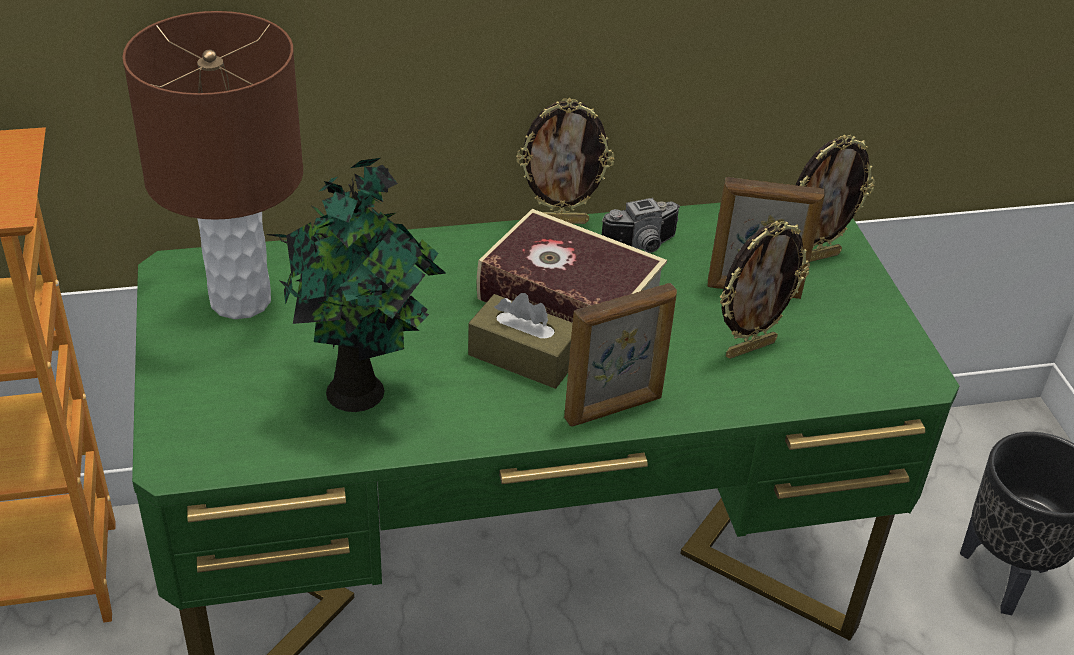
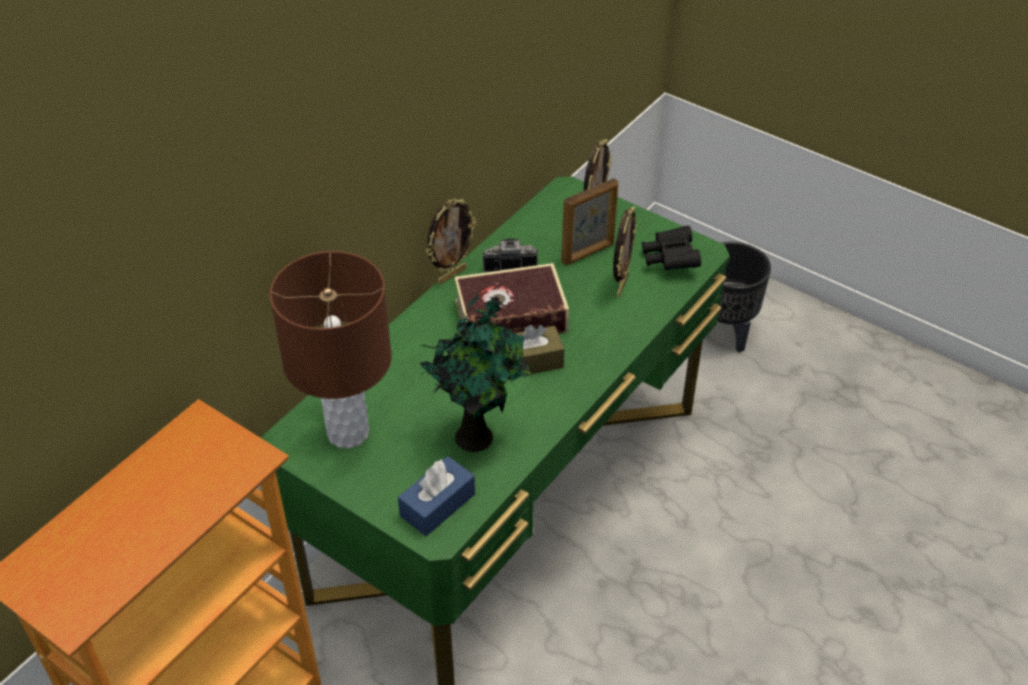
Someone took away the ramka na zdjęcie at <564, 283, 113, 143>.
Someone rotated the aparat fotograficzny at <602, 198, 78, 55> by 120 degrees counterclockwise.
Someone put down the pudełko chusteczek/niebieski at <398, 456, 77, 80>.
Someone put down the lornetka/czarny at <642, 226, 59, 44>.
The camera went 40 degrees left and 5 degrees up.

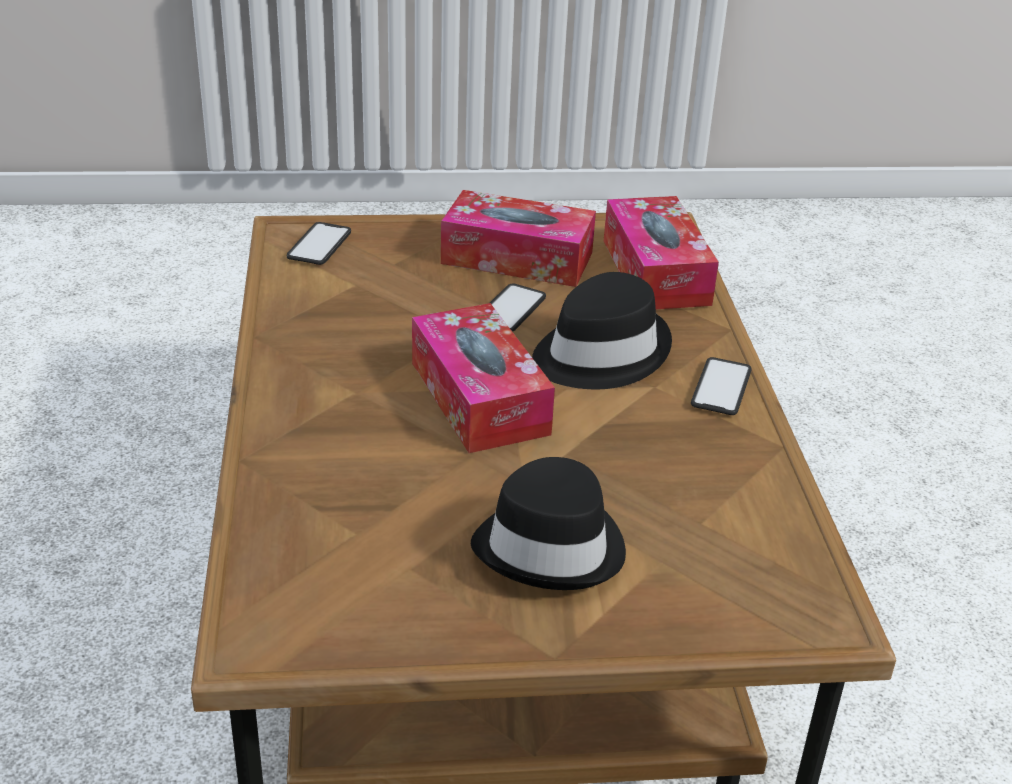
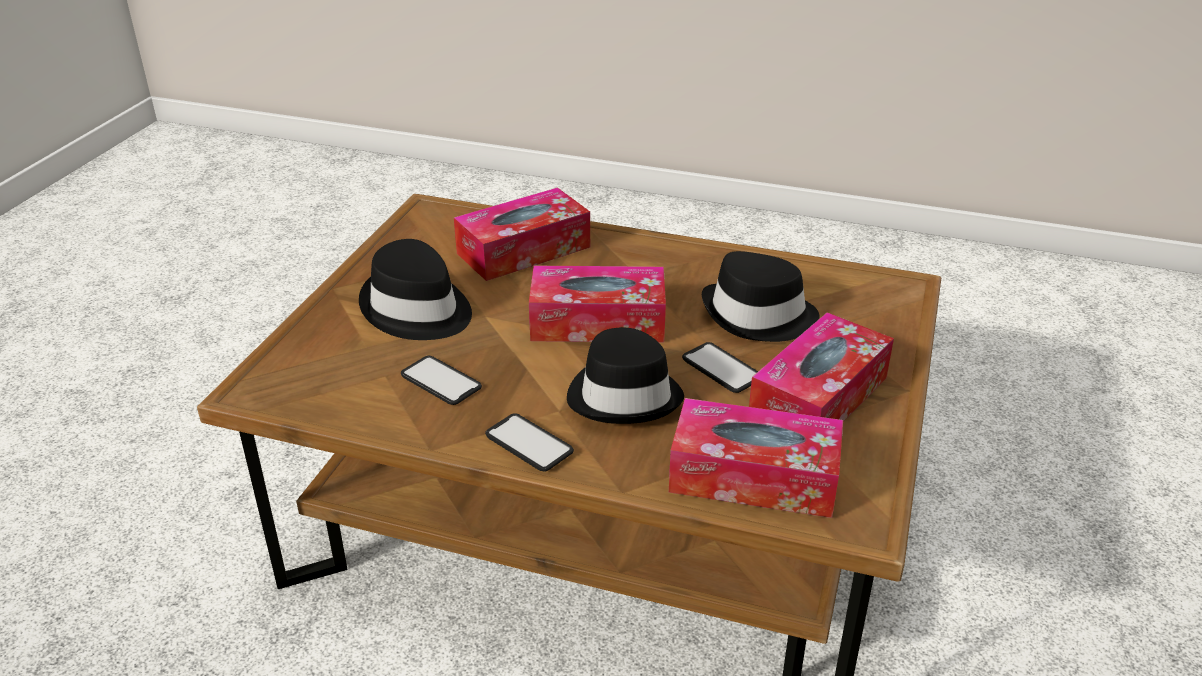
Someone carried the telefon from <287, 222, 64, 43> to <401, 356, 81, 49>.
Someone put down the pudełko chusteczek at <454, 188, 136, 93>.
Someone put down the kapelusz/czarny at <702, 251, 117, 91>.
The camera went 115 degrees right and 0 degrees up.

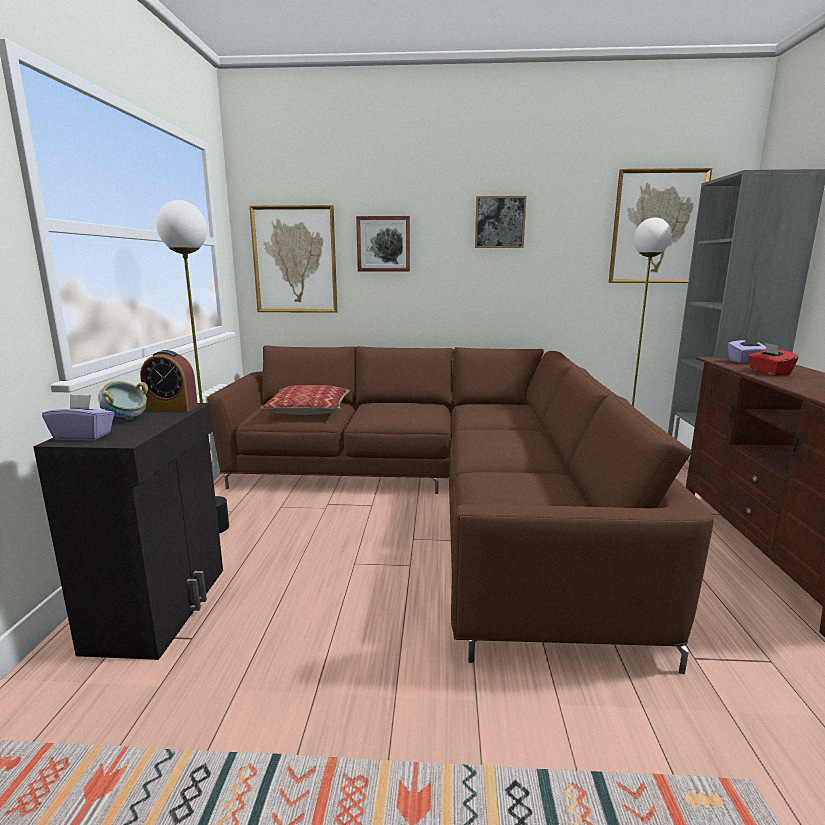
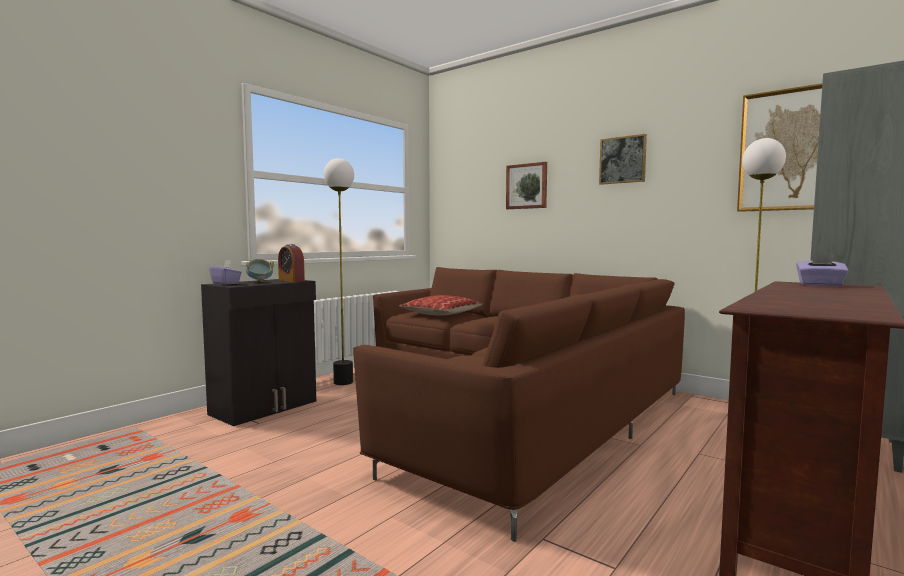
Someone took away the obraz at <249, 205, 88, 108>.
Someone took away the pudełko chusteczek/czerwony at <748, 343, 51, 33>.
The camera went 35 degrees right and 10 degrees down.

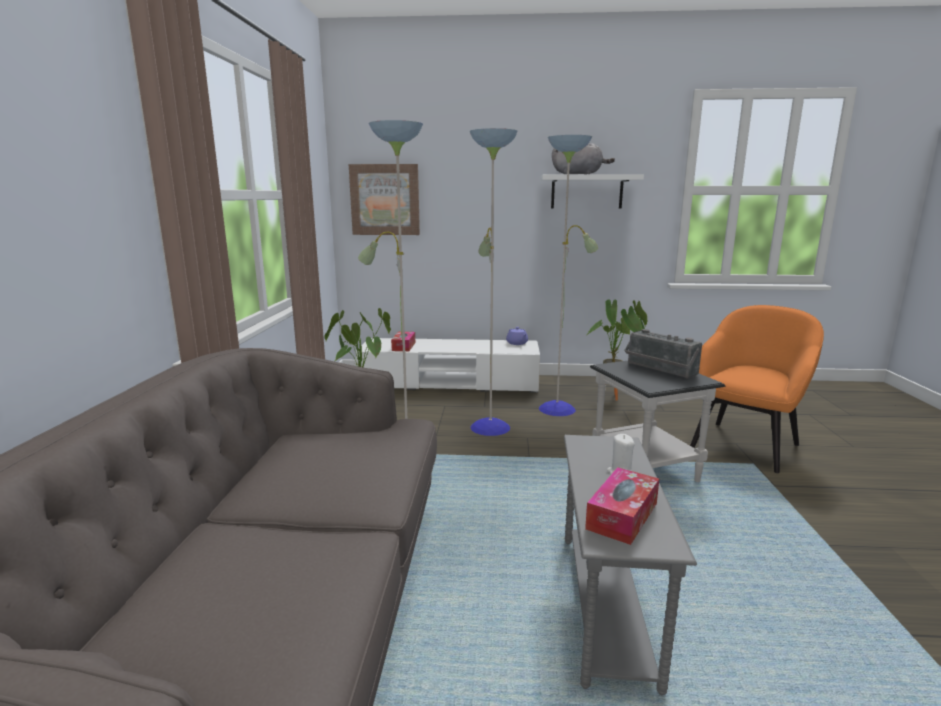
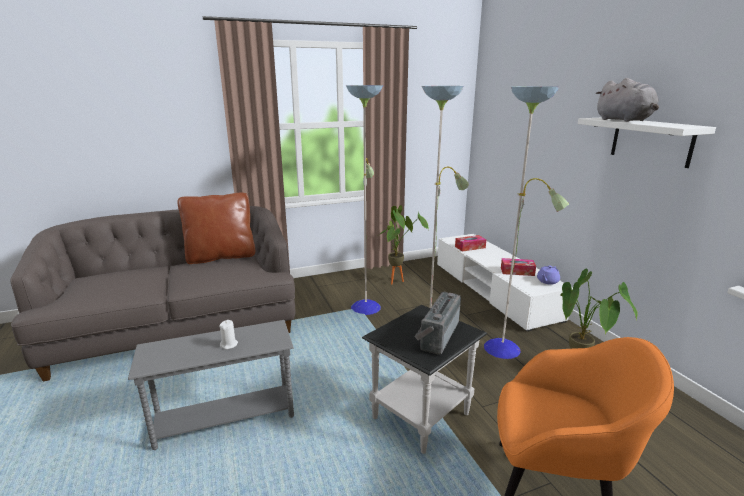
Someone took away the obraz at <349, 164, 71, 71>.
Someone carried the pudełko chusteczek from <585, 467, 74, 78> to <501, 258, 35, 18>.
Someone put down the poduszka/brązowy at <177, 193, 78, 71>.
The camera went 65 degrees right and 5 degrees up.

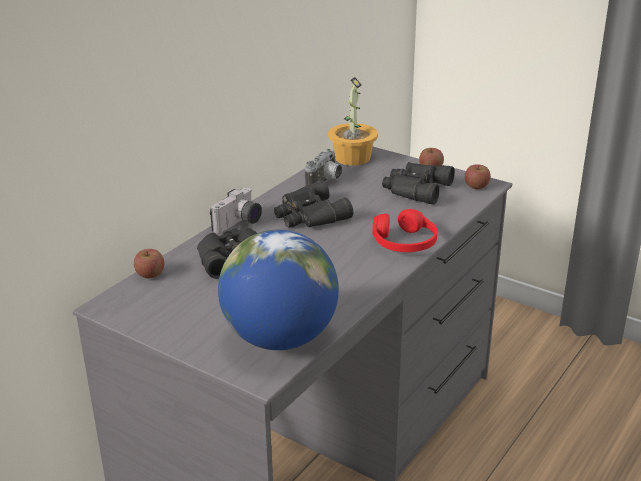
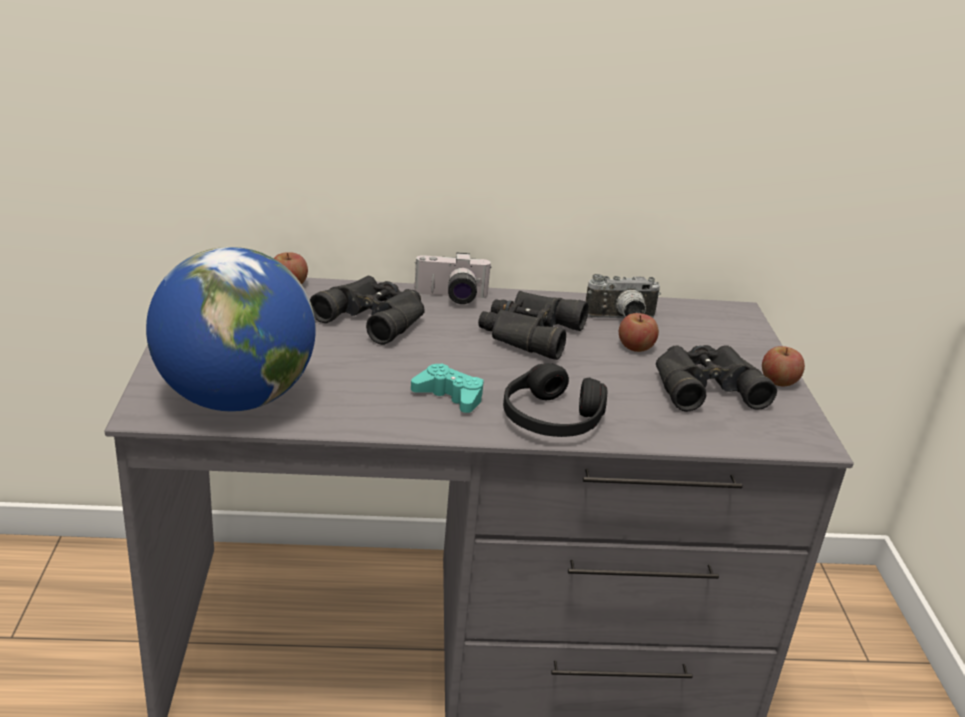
Someone took away the roślina doniczkowa at <328, 77, 50, 89>.
Someone repainted the słuchawki/czerwony at <372, 209, 66, 43>, which became the słuchawki/czarny at <503, 363, 104, 74>.
Someone carried the jabłko from <465, 164, 26, 25> to <619, 313, 40, 39>.
Someone put down the pad do gier/turkusowy at <411, 363, 73, 50>.
The camera went 50 degrees right and 0 degrees up.

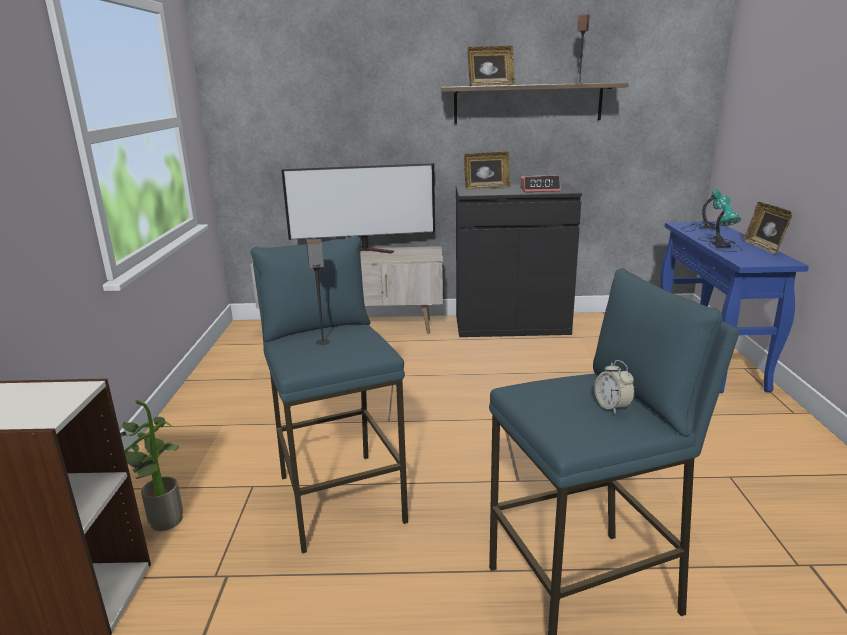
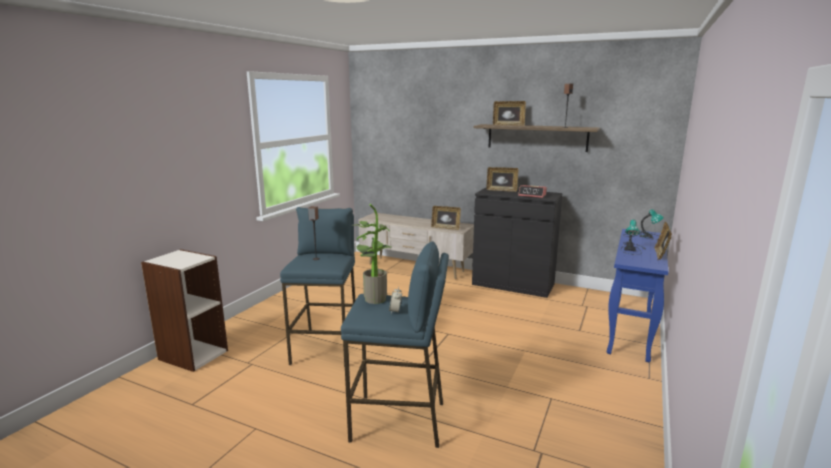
Someone carried the roślina doniczkowa from <120, 400, 63, 131> to <353, 204, 39, 100>.
Someone took away the telewizor at <281, 163, 154, 91>.
Someone put down the ramka na zdjęcie at <431, 206, 30, 24>.
The camera went 25 degrees right and 5 degrees down.

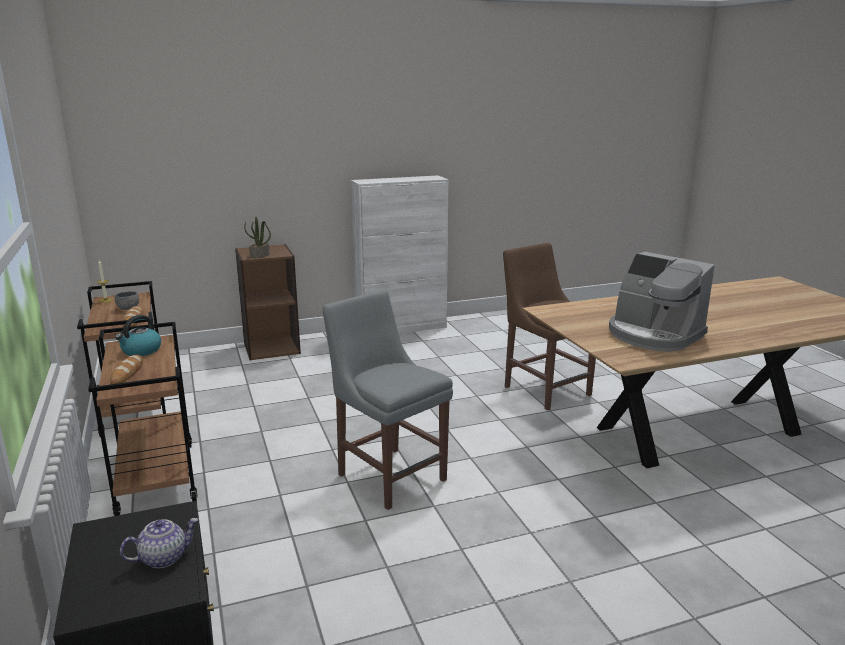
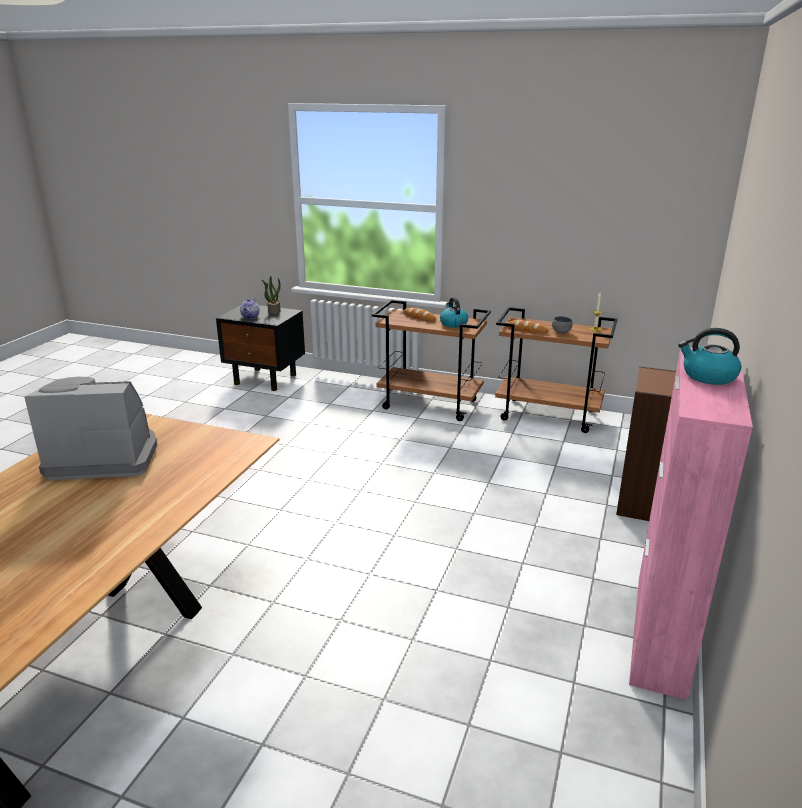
Someone carried the roślina doniczkowa from <244, 217, 27, 41> to <262, 276, 19, 38>.
Someone took away the krzesło/szary at <323, 290, 130, 220>.
Someone repainted the szafka/biały at <351, 175, 98, 159>, which became the szafka/różowy at <629, 347, 124, 353>.
Someone took away the krzesło/brązowy at <503, 243, 93, 168>.
Someone put down the czajnik at <678, 328, 64, 57>.
The camera went 130 degrees right and 5 degrees up.

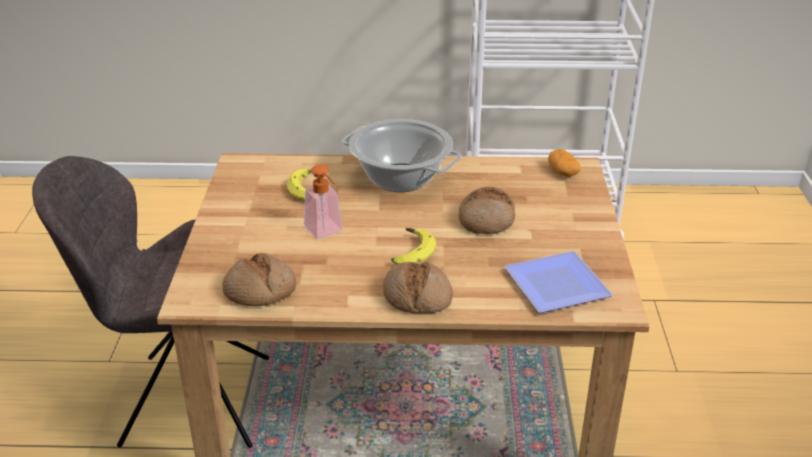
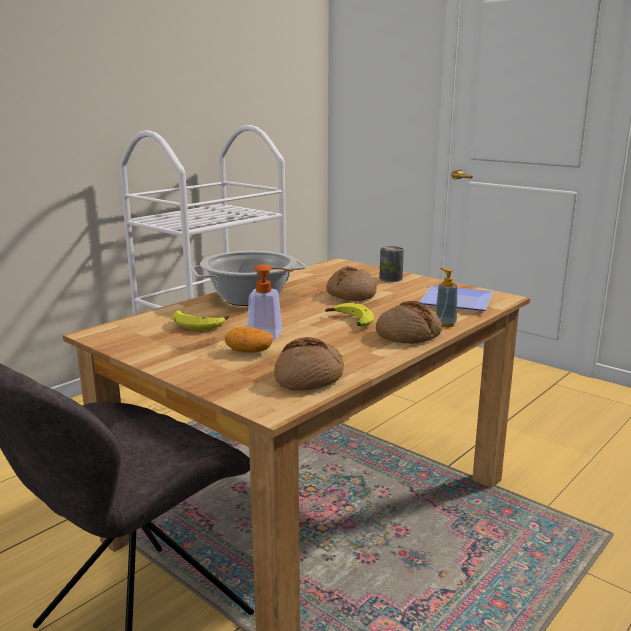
Someone carried the ziemniak from <548, 149, 32, 28> to <225, 327, 48, 25>.
Someone put down the puszka at <379, 246, 25, 36>.
Someone put down the dozownik mydła at <435, 268, 22, 59>.
The camera went 50 degrees left and 15 degrees down.

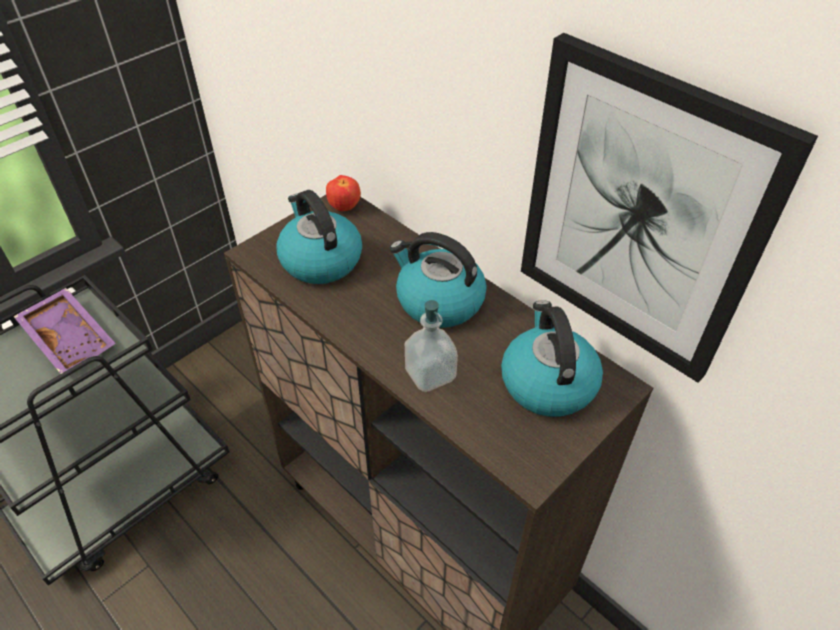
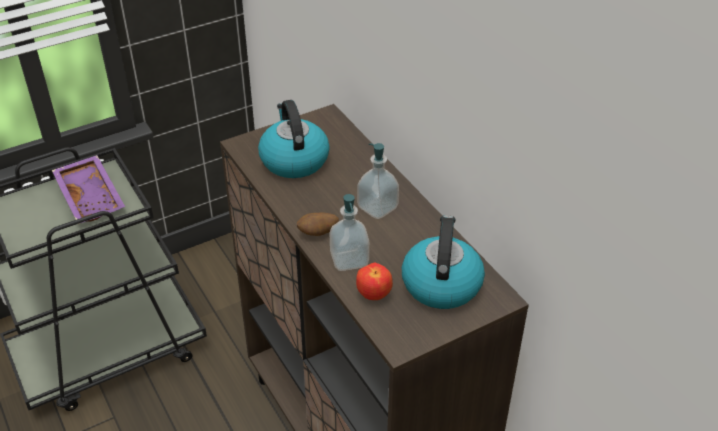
Someone carried the jabłko from <326, 175, 35, 36> to <356, 262, 37, 38>.
Someone swapped the czajnik at <390, 232, 97, 96> for the dozownik mydła at <357, 143, 42, 76>.
Someone took away the obraz at <521, 33, 297, 350>.
Someone put down the ziemniak at <297, 213, 42, 23>.
The camera went 15 degrees right and 5 degrees down.

